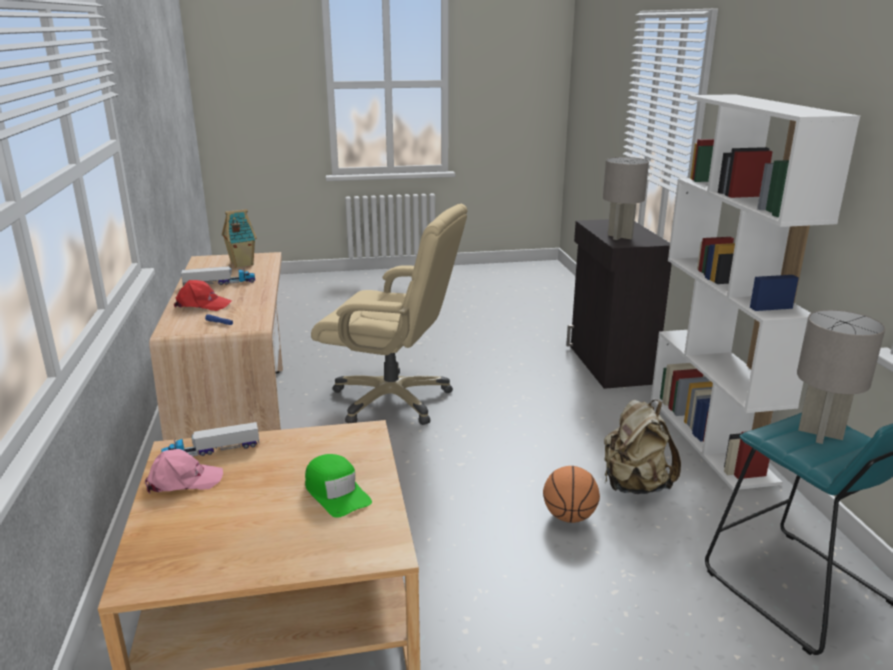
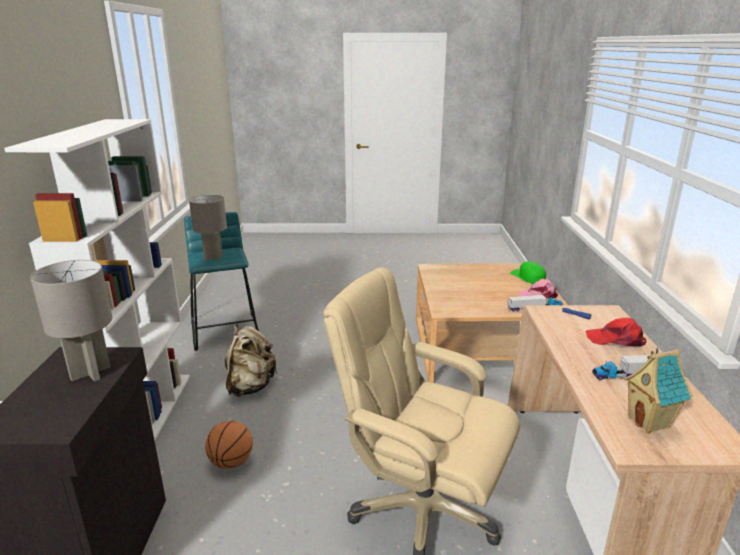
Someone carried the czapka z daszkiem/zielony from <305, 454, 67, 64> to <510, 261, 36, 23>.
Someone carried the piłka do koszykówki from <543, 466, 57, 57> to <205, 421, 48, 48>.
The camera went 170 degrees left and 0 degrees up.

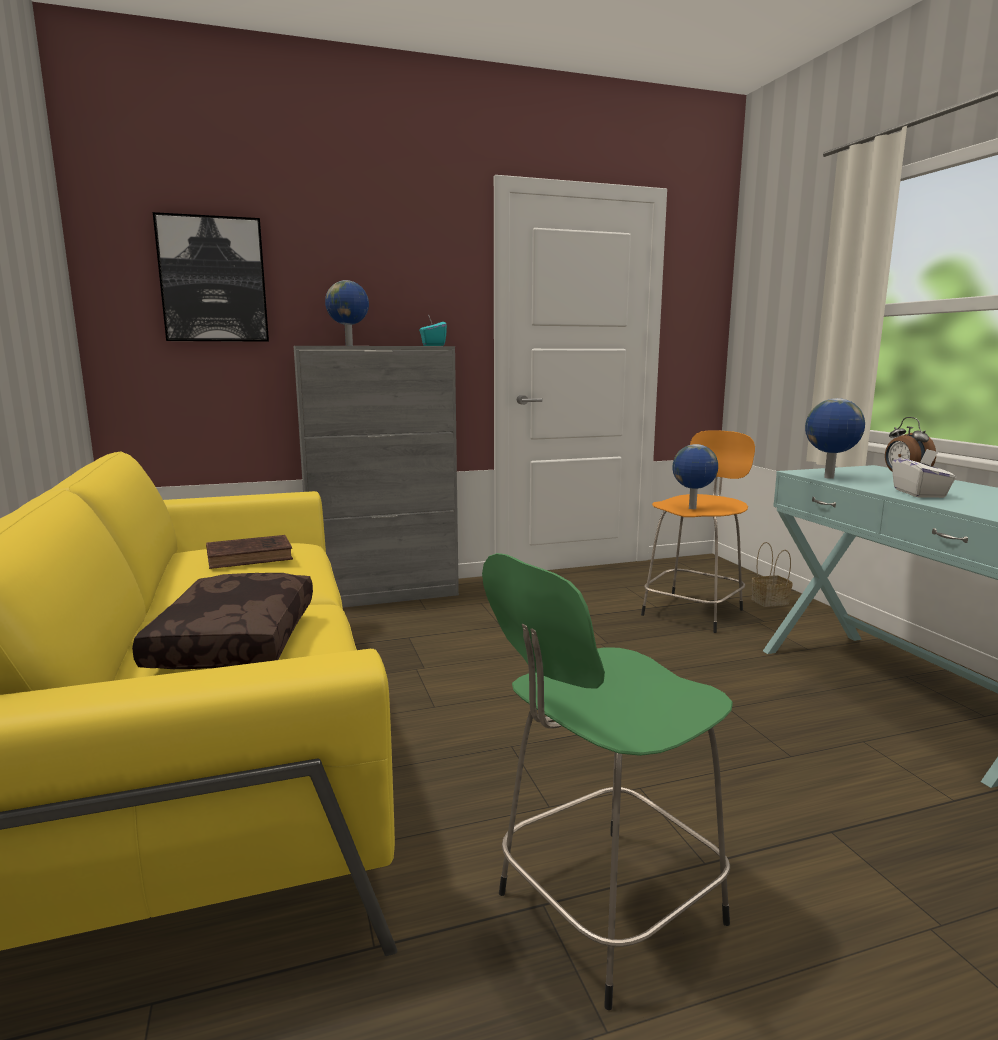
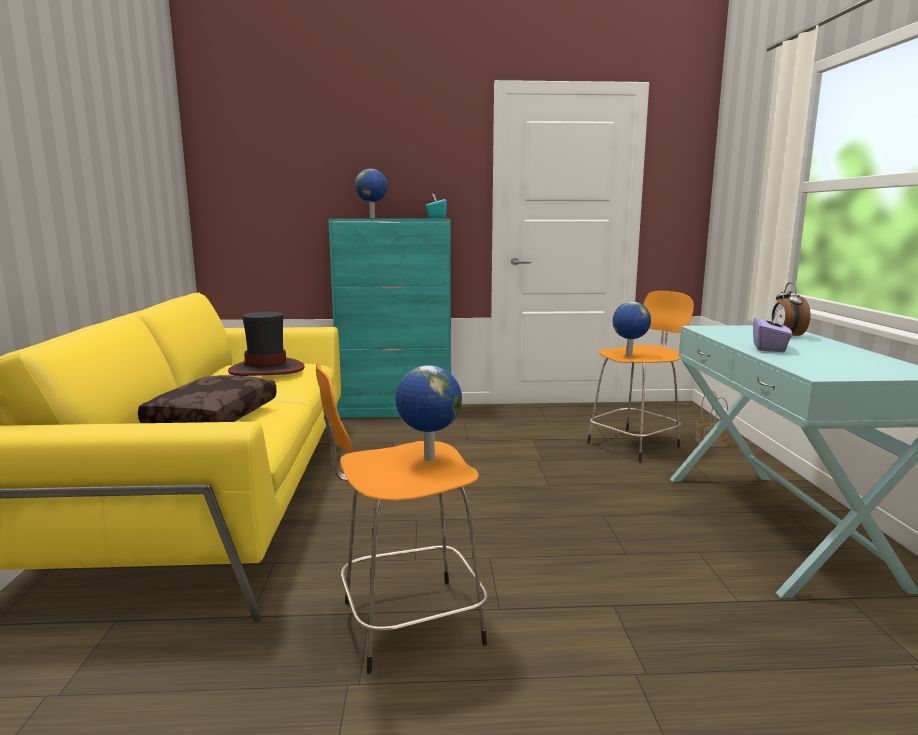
Someone took away the obraz at <153, 212, 116, 130>.
Someone swapped the książka/brązowy at <206, 535, 87, 34> for the kapelusz at <228, 312, 76, 64>.
Someone repainted the szafka/szary at <293, 346, 166, 262>, which became the szafka/turkusowy at <328, 218, 123, 200>.
Someone repainted the stołek/zielony at <482, 553, 251, 457>, which became the stołek/pomarańczowy at <316, 362, 172, 312>.
Someone carried the globus from <805, 398, 60, 81> to <395, 365, 67, 96>.
Someone repainted the pudełko chusteczek/biały at <892, 449, 64, 49>, which became the pudełko chusteczek/fioletowy at <753, 311, 39, 41>.
The camera went 15 degrees right and 0 degrees up.

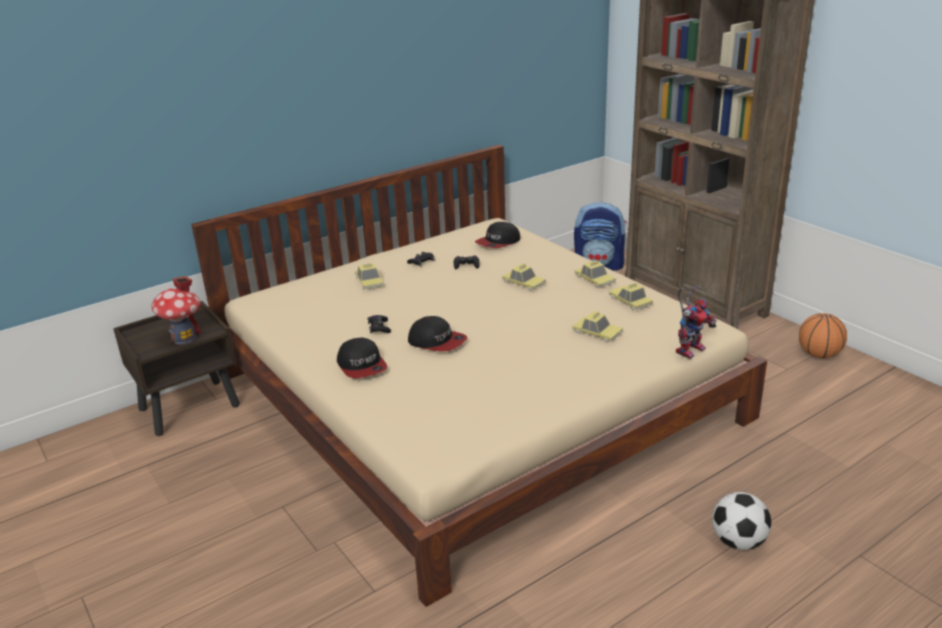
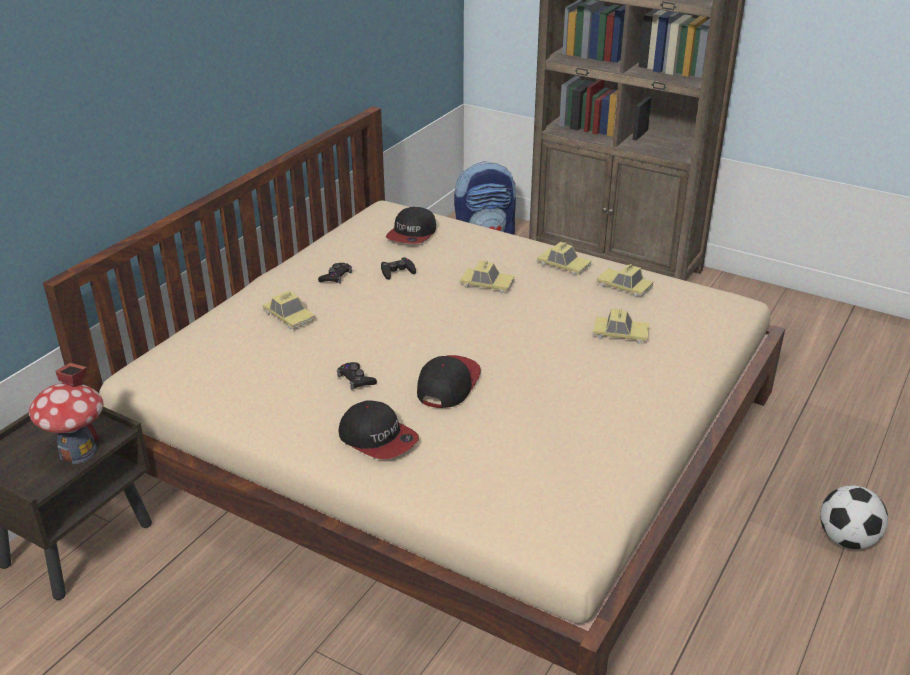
Someone rotated the czapka z daszkiem at <408, 316, 59, 36> by 75 degrees counterclockwise.
Someone took away the robot zabawkowy at <676, 286, 41, 73>.
Someone took away the piłka do koszykówki at <799, 313, 48, 45>.
The camera went 25 degrees left and 5 degrees up.

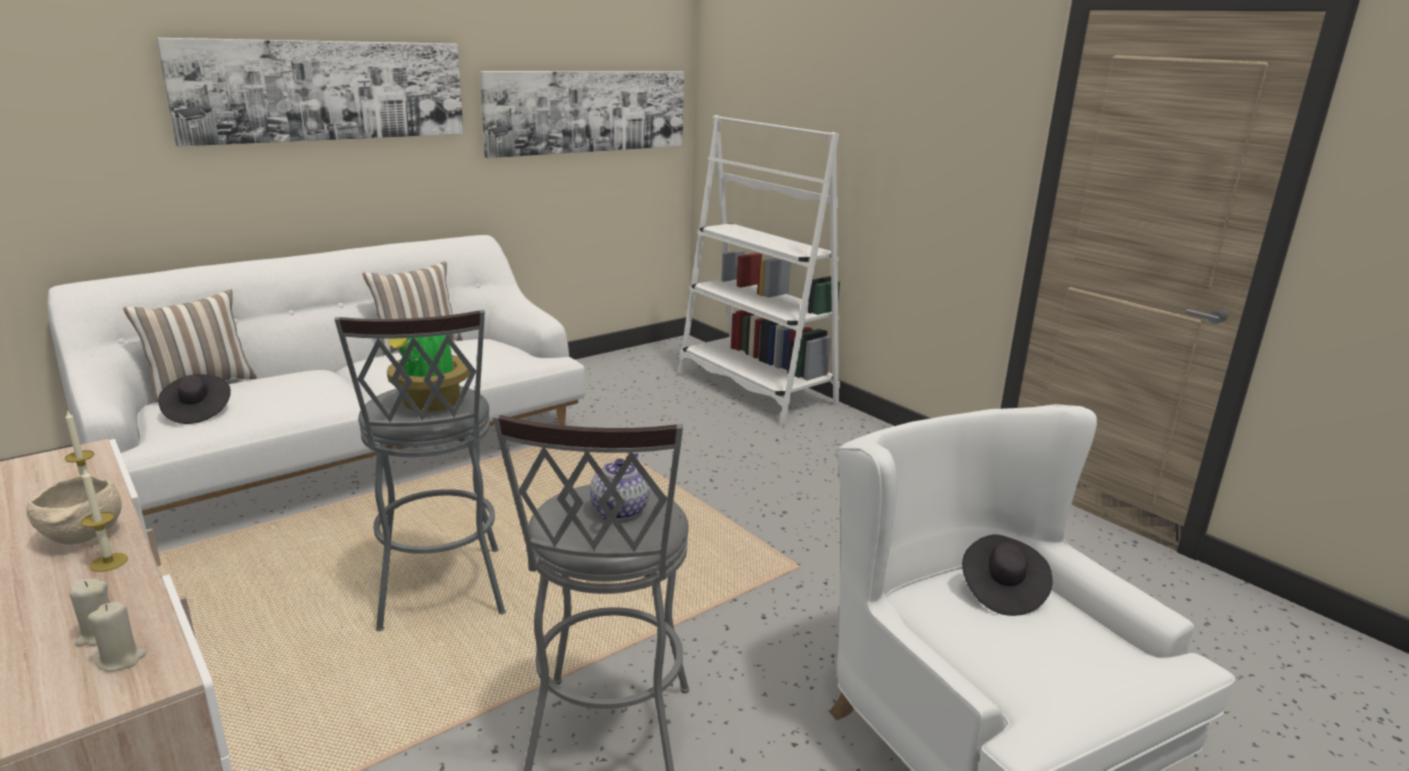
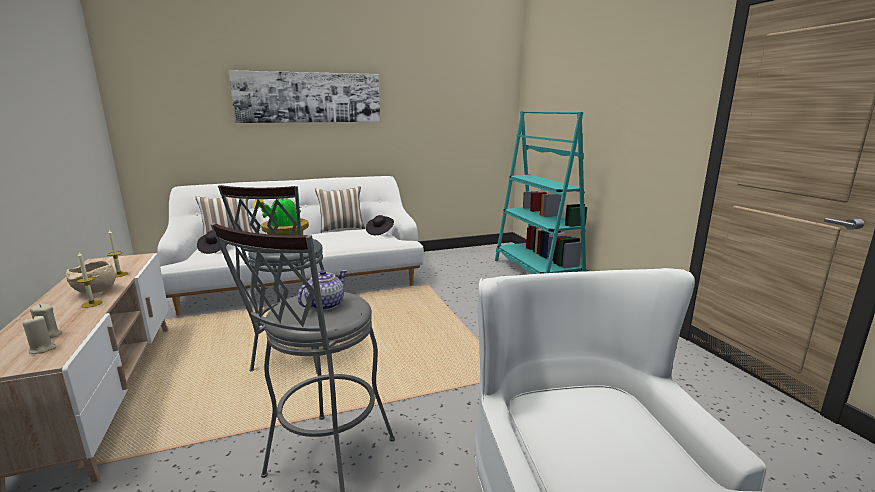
Someone took away the obraz at <480, 71, 204, 87>.
Someone repainted the regał/biały at <678, 115, 162, 310>, which became the regał/turkusowy at <495, 111, 92, 163>.
Someone carried the kapelusz/czarny from <962, 534, 91, 82> to <366, 215, 28, 20>.
The camera went 20 degrees right and 5 degrees down.

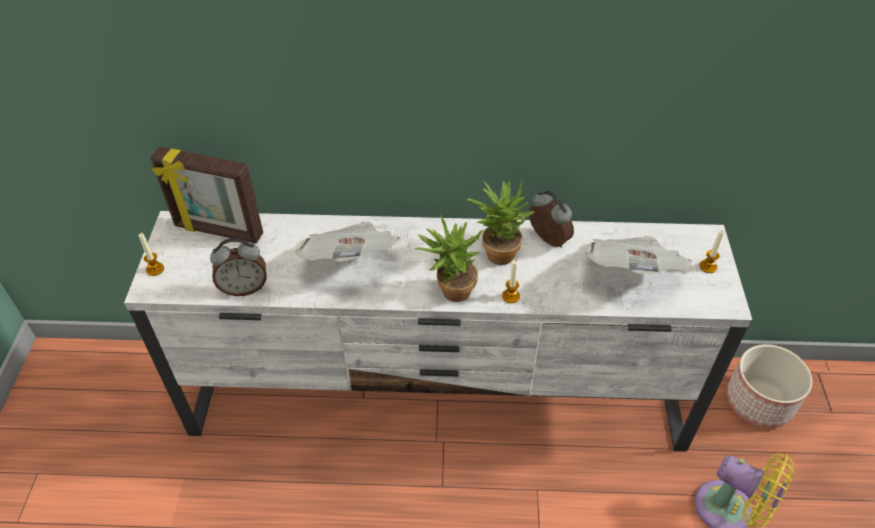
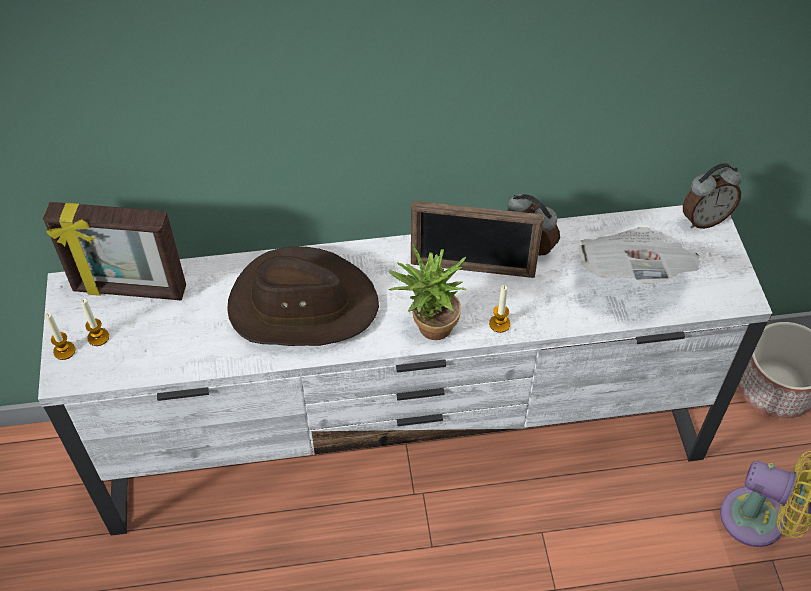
Someone carried the budzik from <210, 238, 56, 58> to <683, 163, 59, 66>.
Someone swapped the gazeta at <295, 222, 105, 40> for the kapelusz/brązowy at <227, 246, 152, 100>.
Someone swapped the roślina doniczkowa at <466, 179, 69, 86> for the ramka na zdjęcie at <411, 201, 133, 77>.
Someone carried the świeca from <699, 230, 25, 43> to <81, 299, 28, 47>.
The camera went 10 degrees left and 5 degrees up.

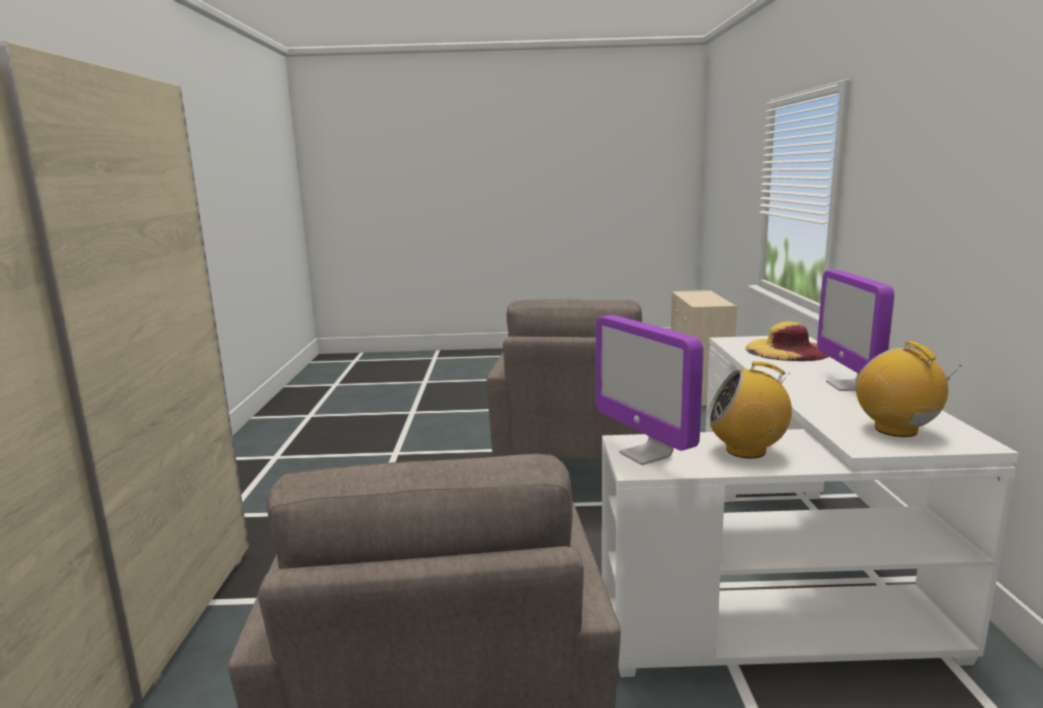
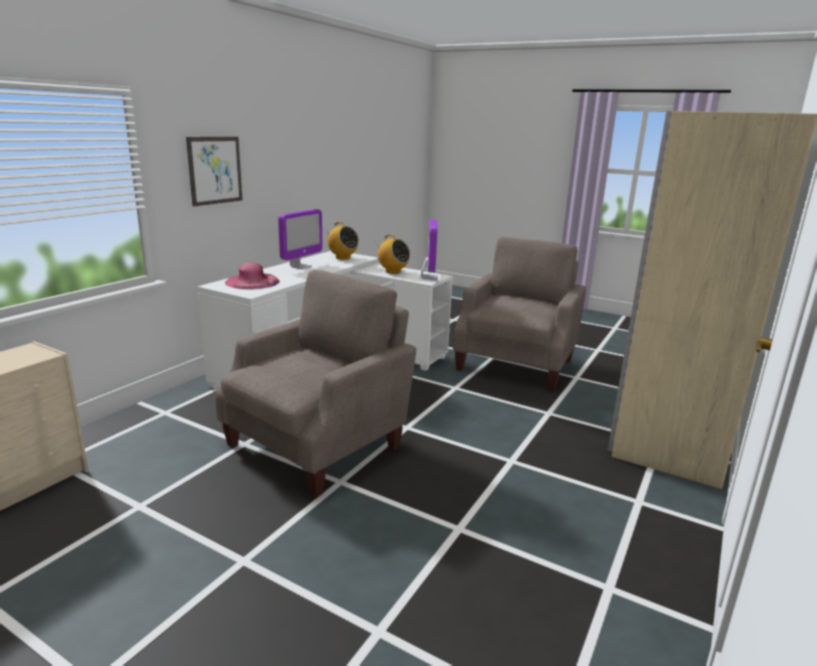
Someone repainted the kapelusz/żółty at <745, 322, 84, 39>, which became the kapelusz/różowy at <225, 262, 55, 27>.
Someone rotated the radio at <856, 341, 106, 96> by 60 degrees counterclockwise.
Someone put up the obraz at <186, 137, 57, 69>.
The camera went 150 degrees left and 5 degrees up.

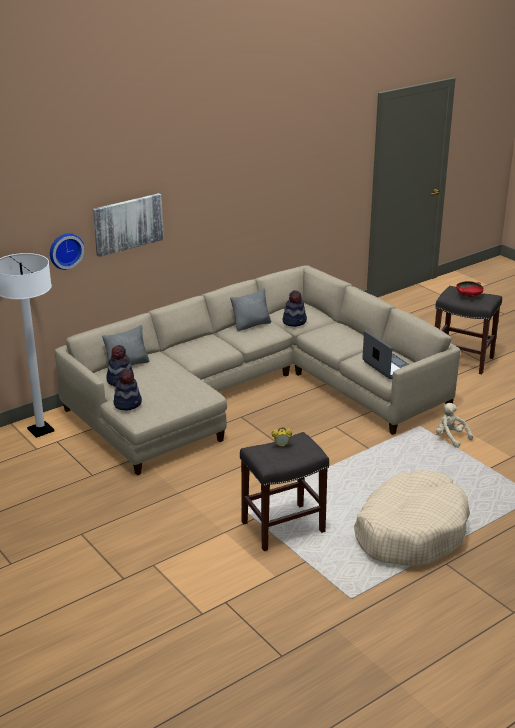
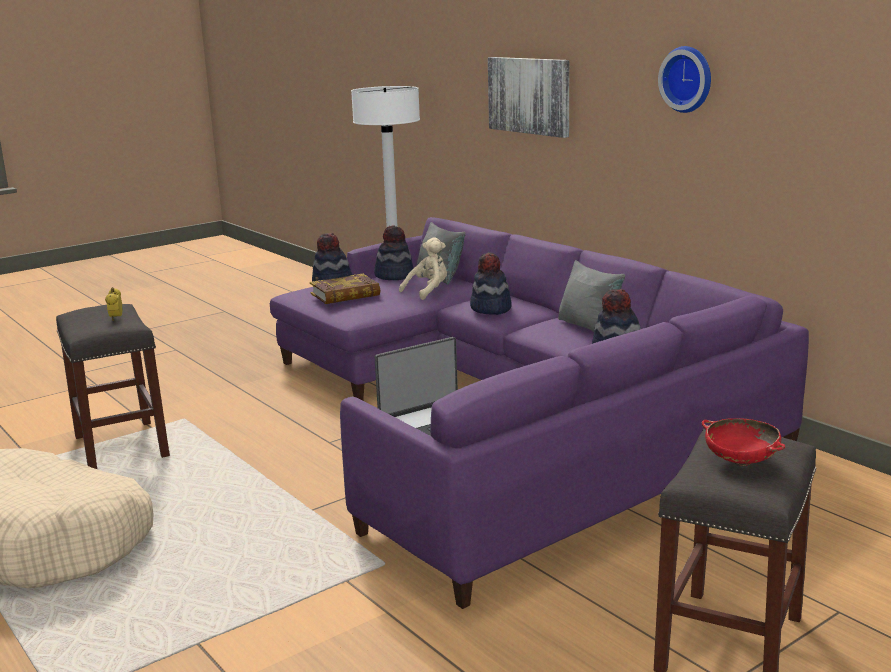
Someone carried the zegar ścienny from <50, 233, 34, 37> to <658, 46, 53, 67>.
Someone repainted the kanapa/beżowy at <55, 265, 406, 210>, which became the kanapa/fioletowy at <270, 217, 539, 392>.
Someone carried the pluszak/beżowy from <436, 403, 37, 45> to <399, 237, 48, 63>.
Someone put down the książka at <310, 274, 70, 30>.
Someone put down the kapelusz at <470, 252, 42, 63>.
The camera went 90 degrees right and 10 degrees down.

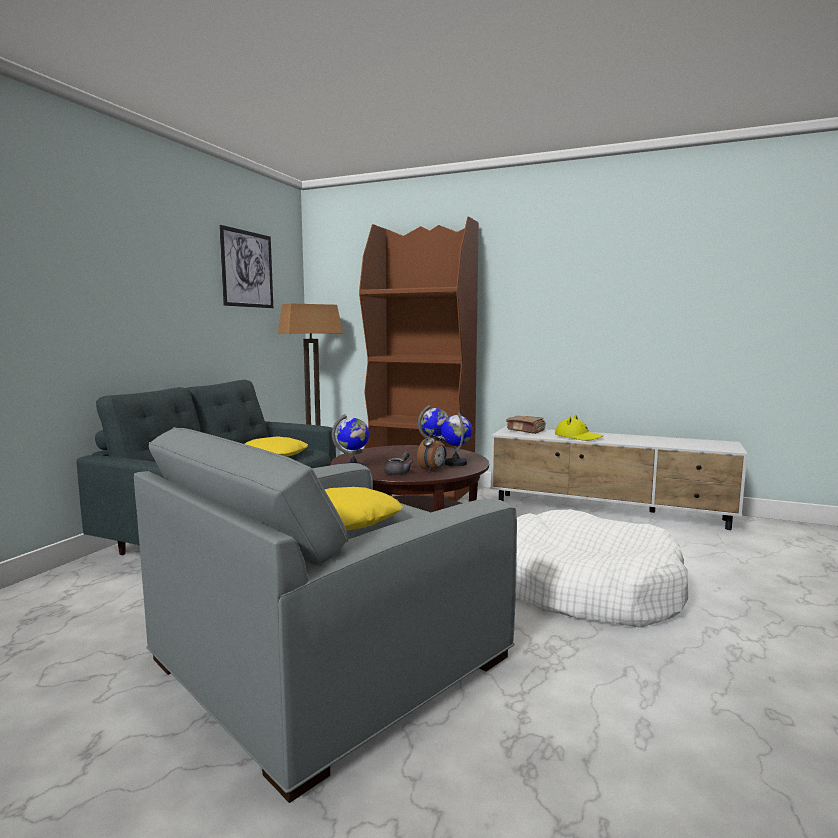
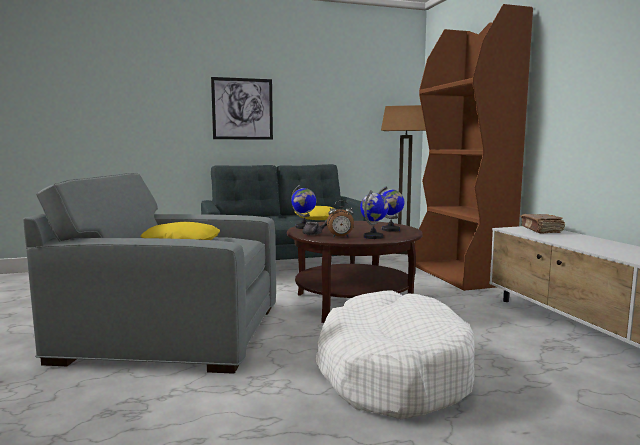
Someone carried the obraz from <219, 225, 54, 83> to <211, 77, 62, 63>.
Someone took away the kapelusz/żółty at <555, 415, 48, 26>.
The camera went 50 degrees right and 0 degrees up.

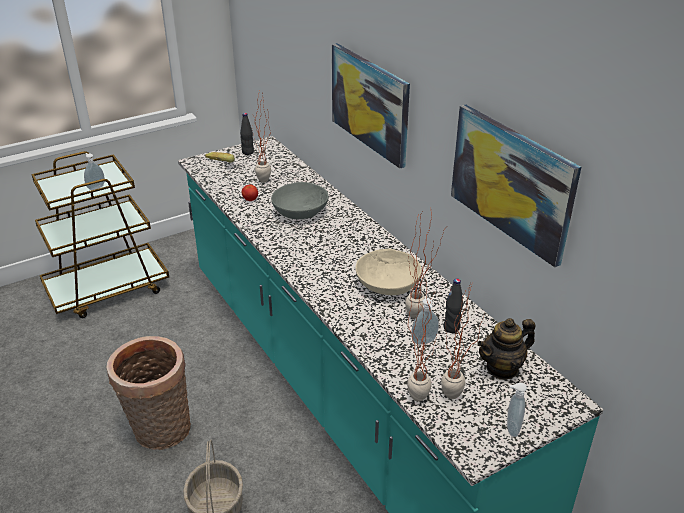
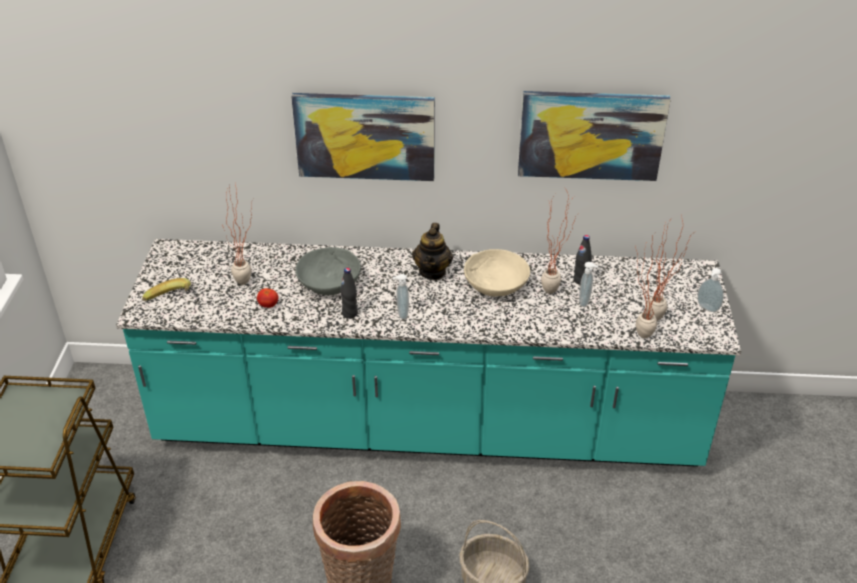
Someone carried the dozownik mydła from <84, 153, 21, 37> to <393, 274, 16, 45>.
Someone carried the butelka/czarny from <240, 113, 14, 42> to <340, 268, 18, 51>.
Someone carried the imbryk from <477, 318, 58, 62> to <412, 223, 41, 57>.
The camera went 55 degrees left and 5 degrees up.

